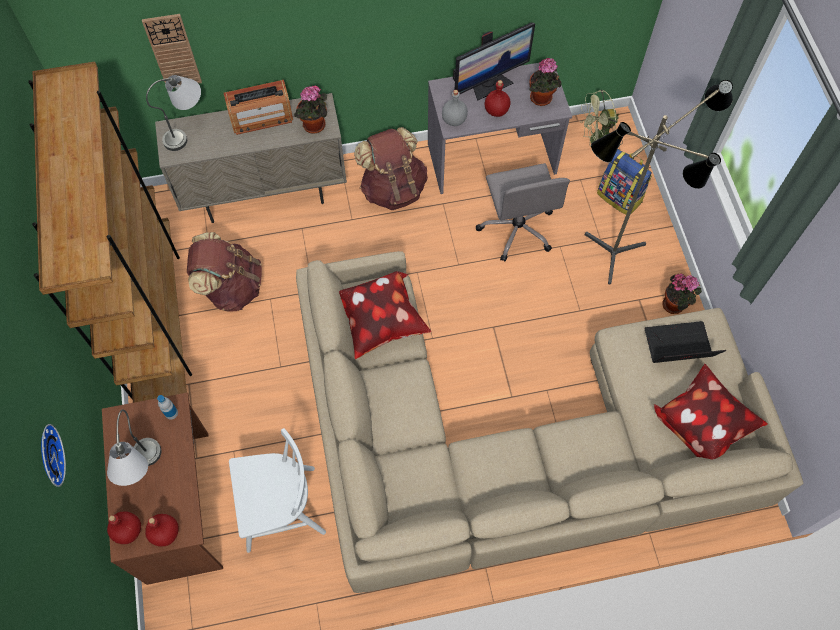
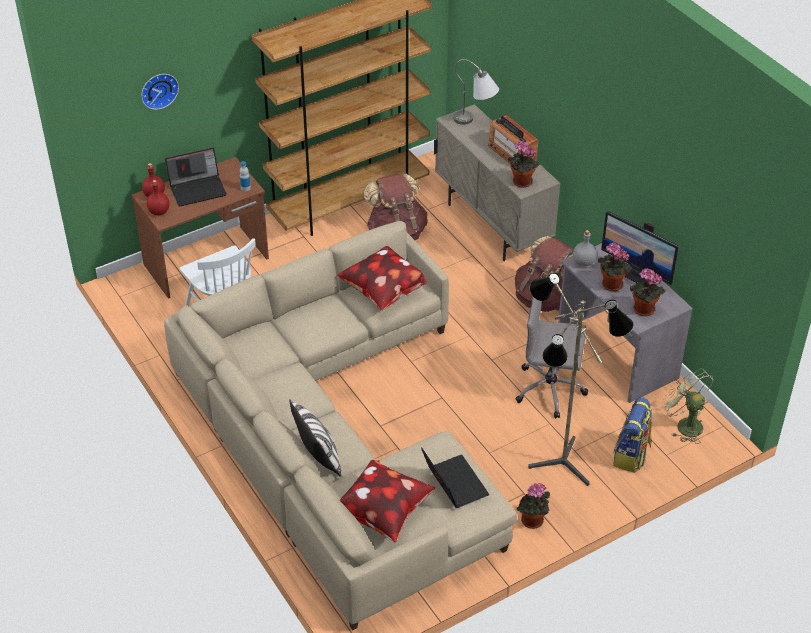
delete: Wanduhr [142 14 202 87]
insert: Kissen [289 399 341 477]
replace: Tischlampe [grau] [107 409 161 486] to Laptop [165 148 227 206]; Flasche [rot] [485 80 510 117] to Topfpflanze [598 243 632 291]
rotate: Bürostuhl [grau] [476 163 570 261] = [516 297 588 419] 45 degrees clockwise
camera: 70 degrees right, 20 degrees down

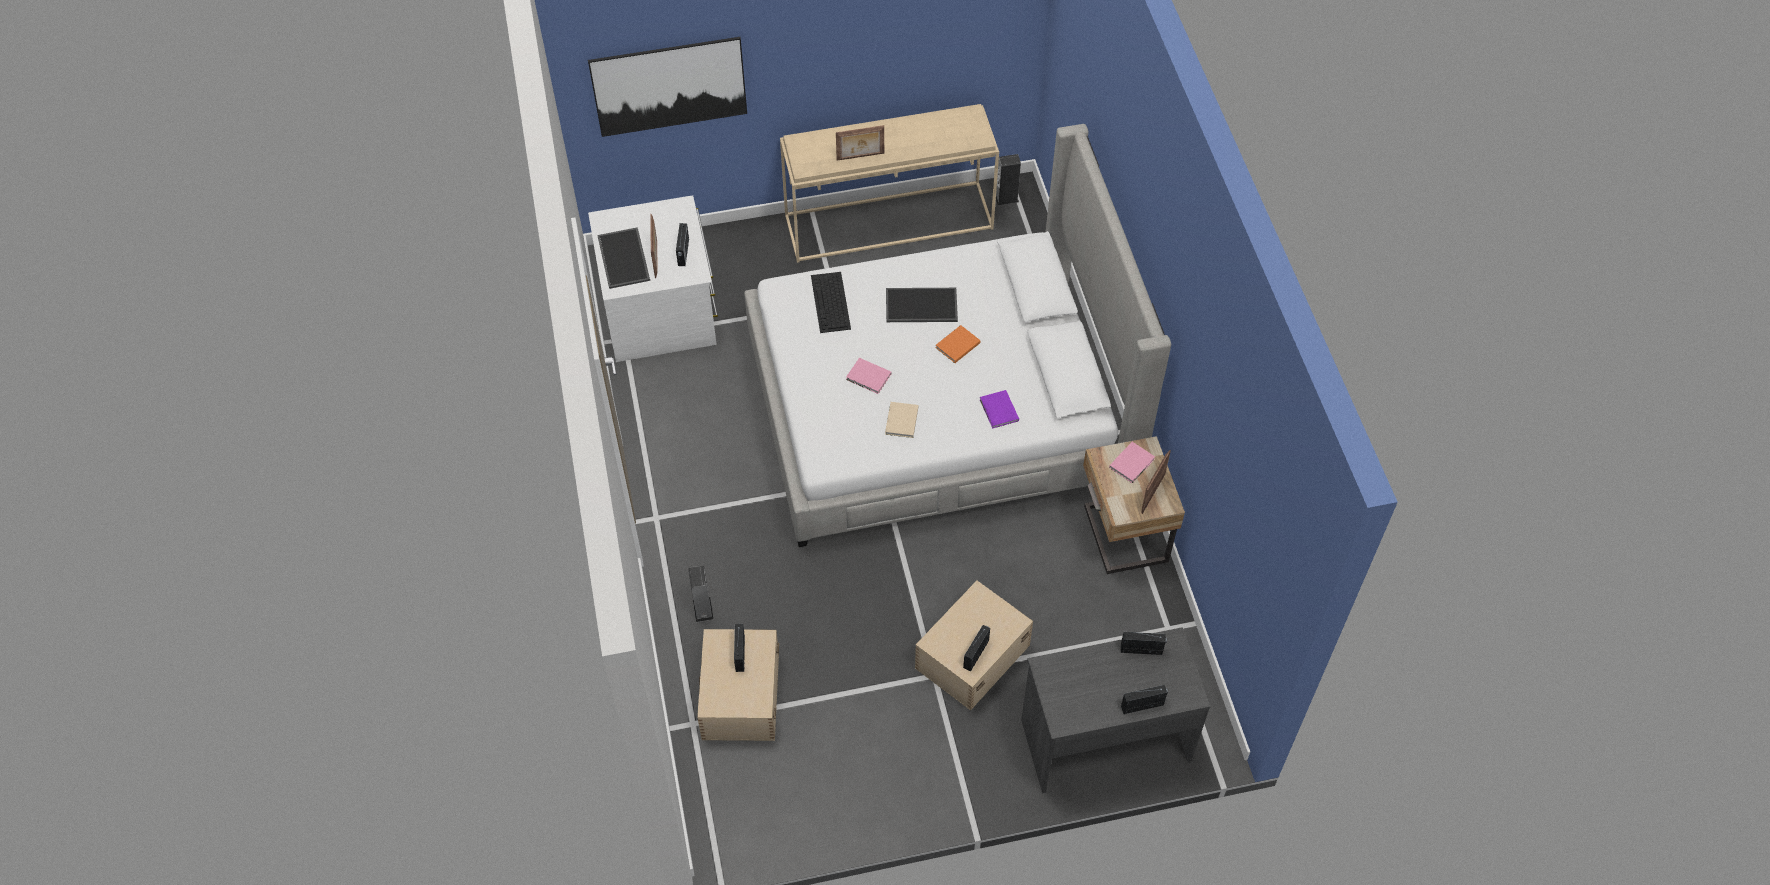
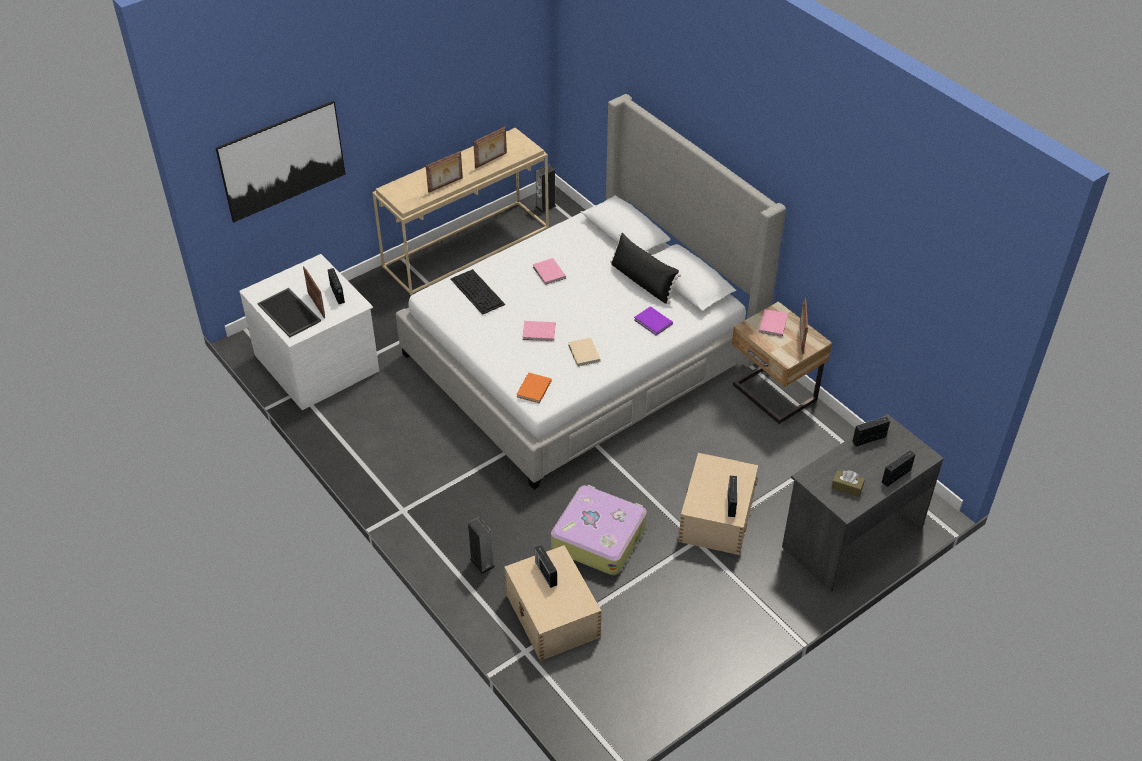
insert: Bilderrahmen [473 127 507 169]; Koffer [551 485 647 575]; Kissen [schwarz] [610 233 681 304]; Taschentuchbox [braun] [831 470 865 497]
move: Buch [orange] [935 325 980 363] to [516 372 551 403]
replace: Tablett [886 288 958 322] to Buch [rosa] [533 258 566 285]
camera: 25 degrees left, 10 degrees down

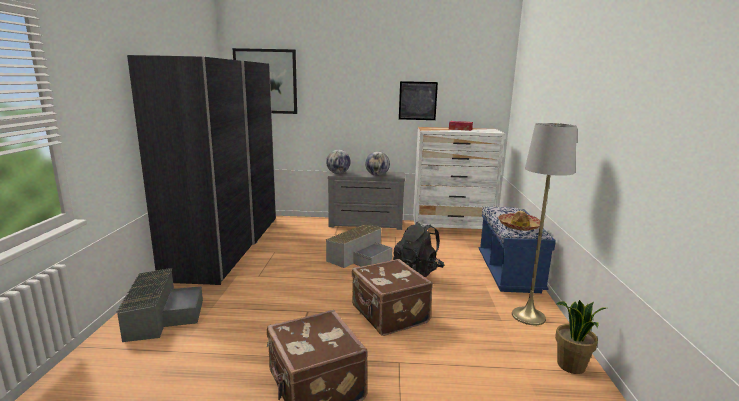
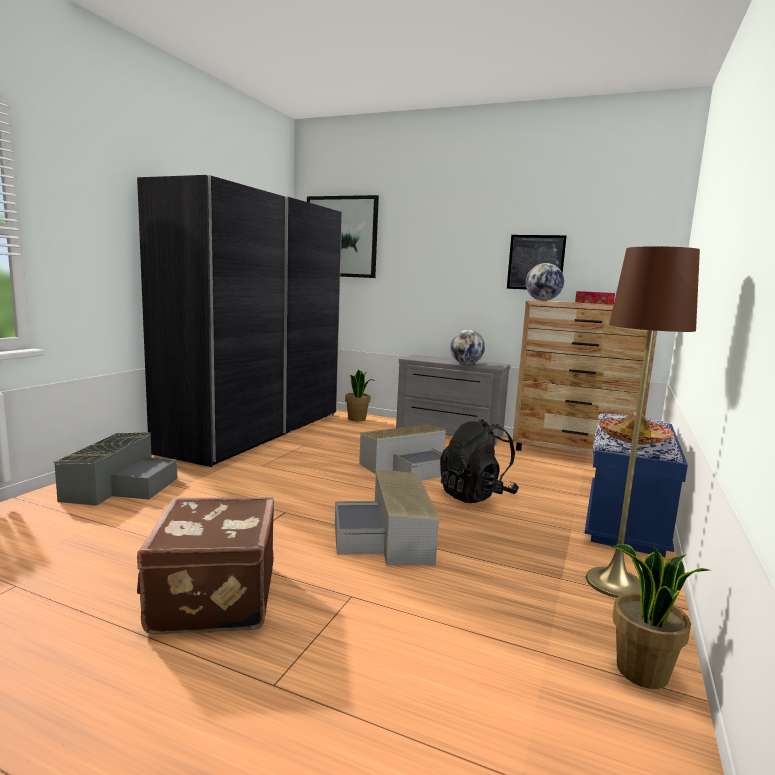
insert: Topfpflanze [345 370 375 421]
move: Globus [326 150 351 174] to [526 263 564 301]
replace: Koffer [braun] [352 259 433 336] to Aufbewahrungsbox [grau] [335 469 440 565]
recolor: Kommode [weiß] [413 127 505 229] to Kommode [braun] [513 300 657 454]; Stehlampe [grau] [512 123 577 325] to Stehlampe [braun] [586 246 700 598]
camera: 20 degrees right, 5 degrees down

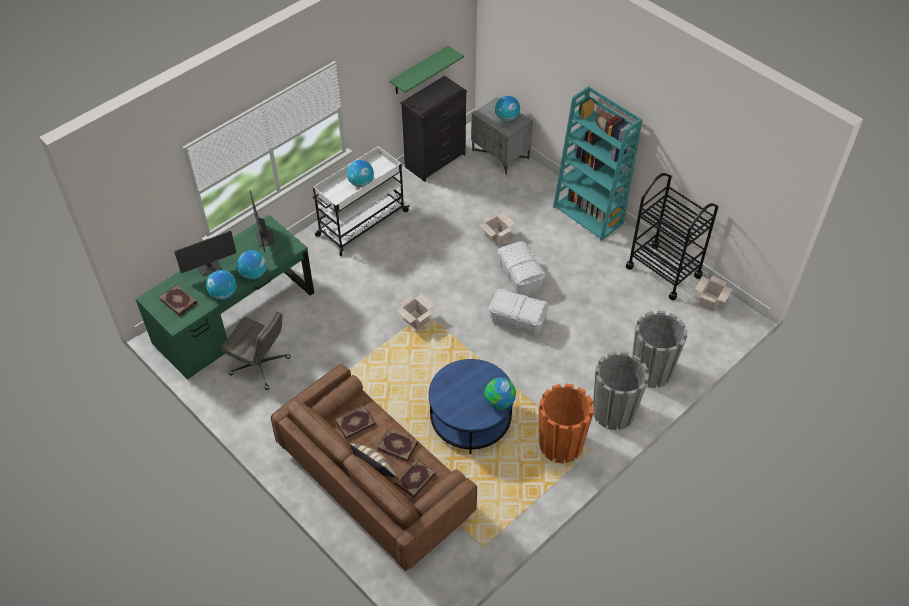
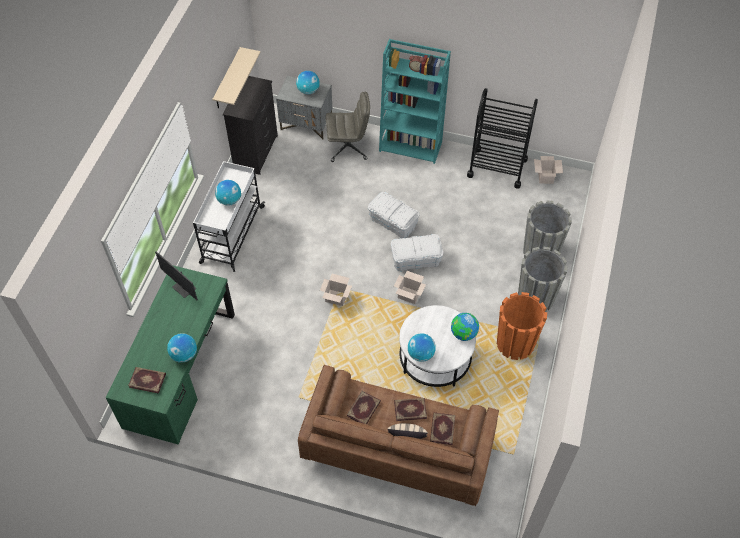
delete: Monitor [174 231 236 277]
move: Bürostuhl [grau] [221 311 291 390] to [325 92 370 162]; Globus [237 250 267 280] to [408 333 436 362]; Karton [479 212 515 246] to [394 271 426 304]
recolor: Wandregal [grün] [389 46 464 94] to Wandregal [beige] [212 47 261 108]; Couchtisch [blau] [429 359 513 454] to Couchtisch [weiß] [399 305 476 387]
camera: 30 degrees left, 5 degrees up

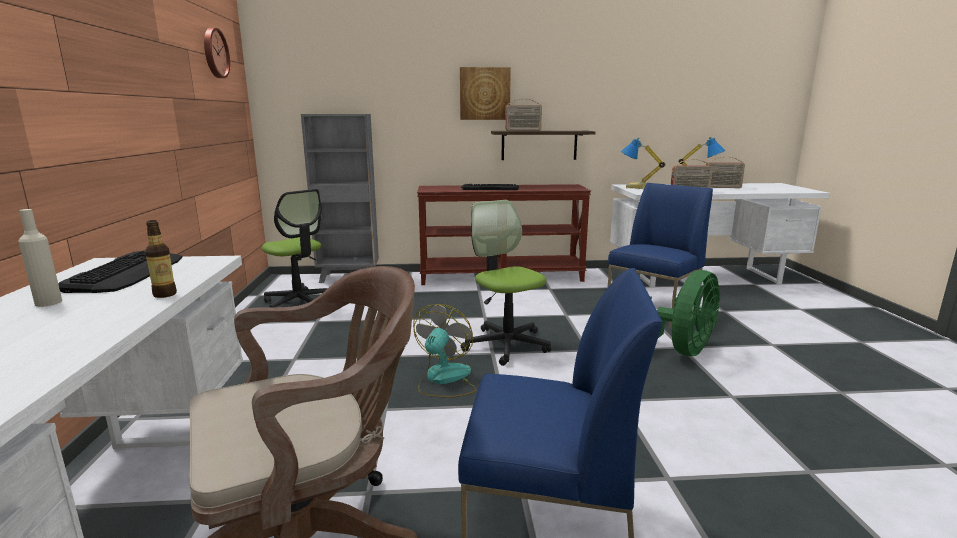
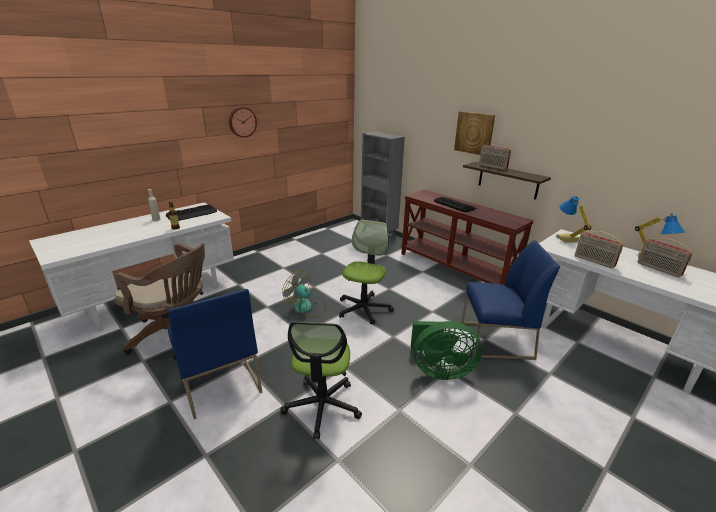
move: Wanduhr [204 28 230 78] to [229 107 257 138]; Bürostuhl [262 189 328 307] to [281 322 362 439]
rotate: Ventilator [413 304 477 397] = [282 271 327 318] 120 degrees counterclockwise
camera: 50 degrees right, 10 degrees up

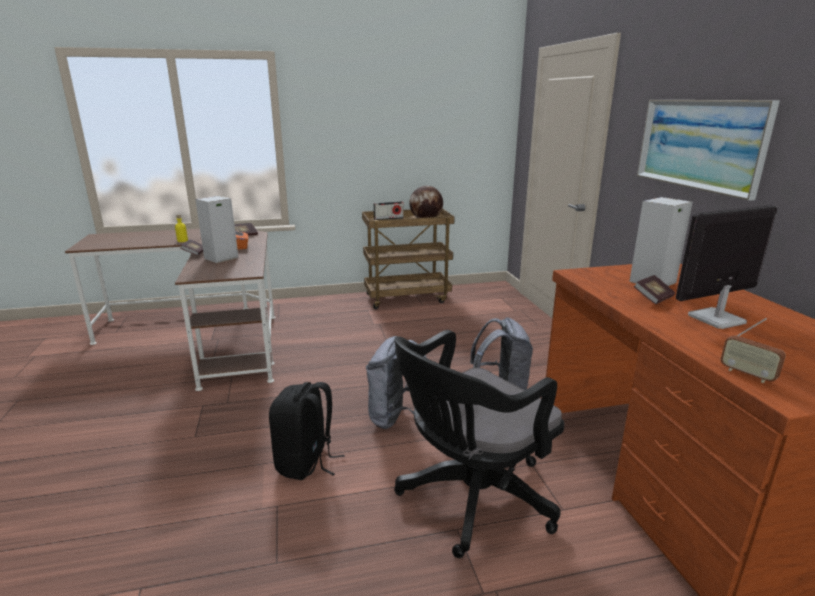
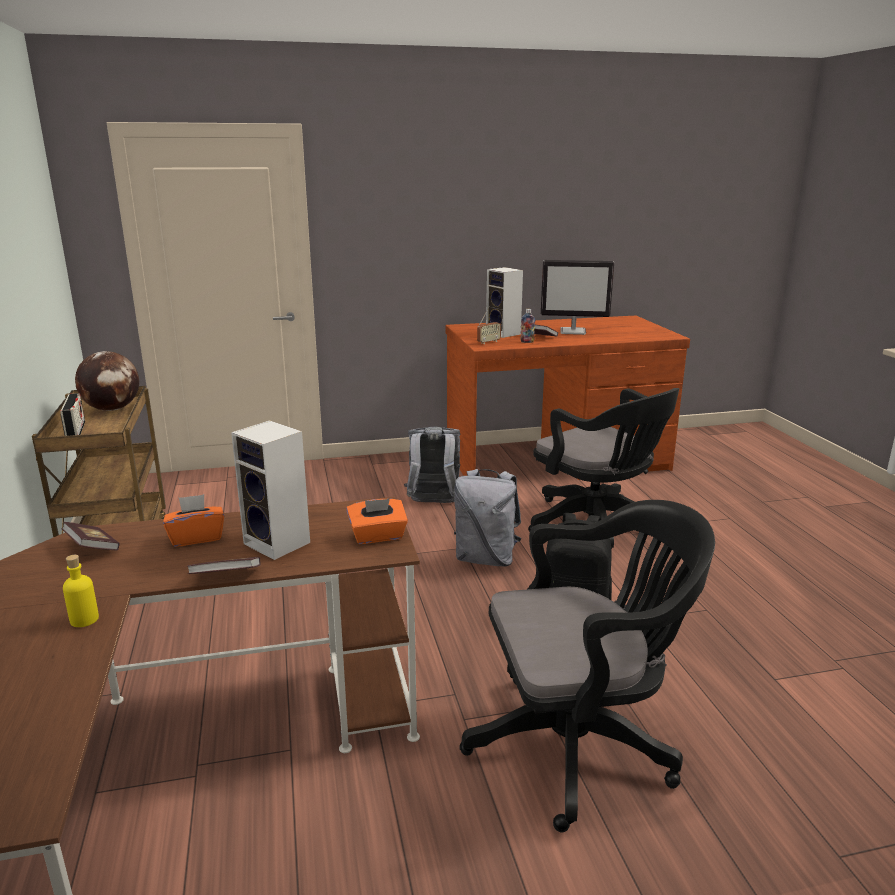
delete: Bild [637 100 780 201]
insert: Taschentuchbox [orange] [346 499 408 544]; Bürostuhl [schwarz] [460 500 715 832]; Flasche [520 309 535 343]
move: Radio [721 318 786 383] to [477 309 501 344]
rotate: Monitor [676 205 777 329] = [541 260 614 335] 60 degrees counterclockwise
camera: 90 degrees left, 0 degrees up

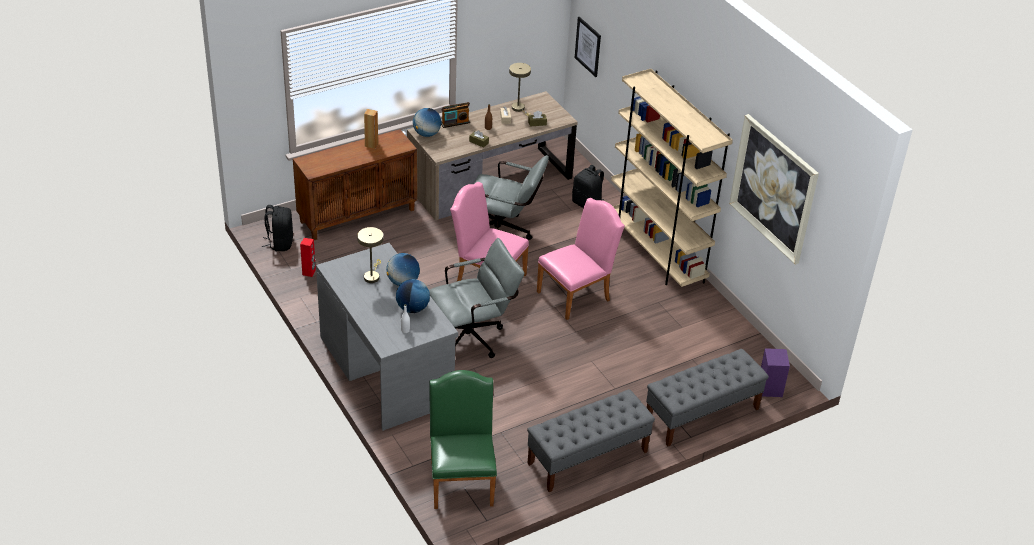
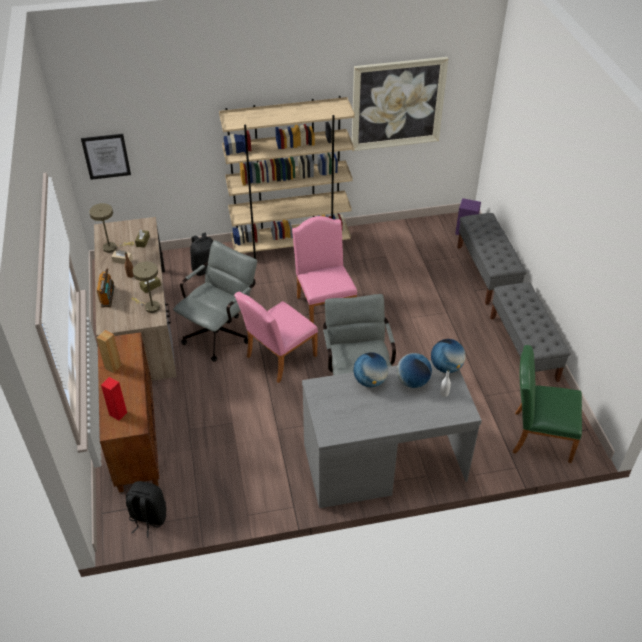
move: Lautsprecher [rot] [300 238 316 277] to [101 377 127 421]; Tischlampe [beige] [357 227 383 283] to [131 261 160 313]; Globus [413 108 442 137] to [431 339 465 373]
camera: 70 degrees left, 5 degrees up

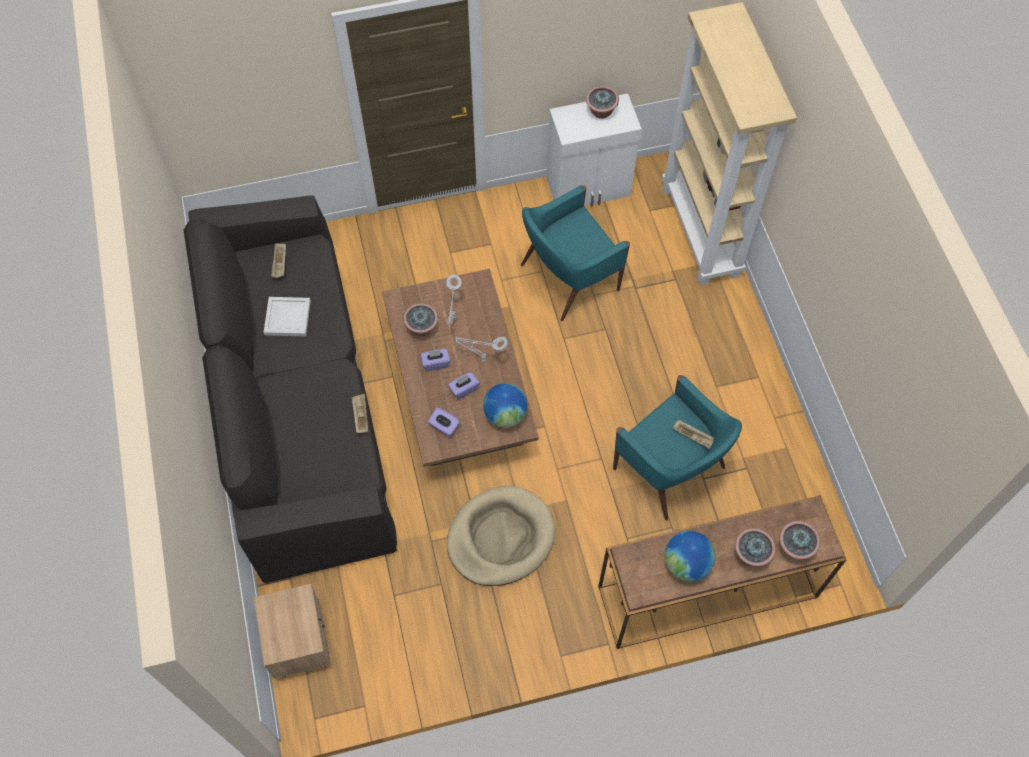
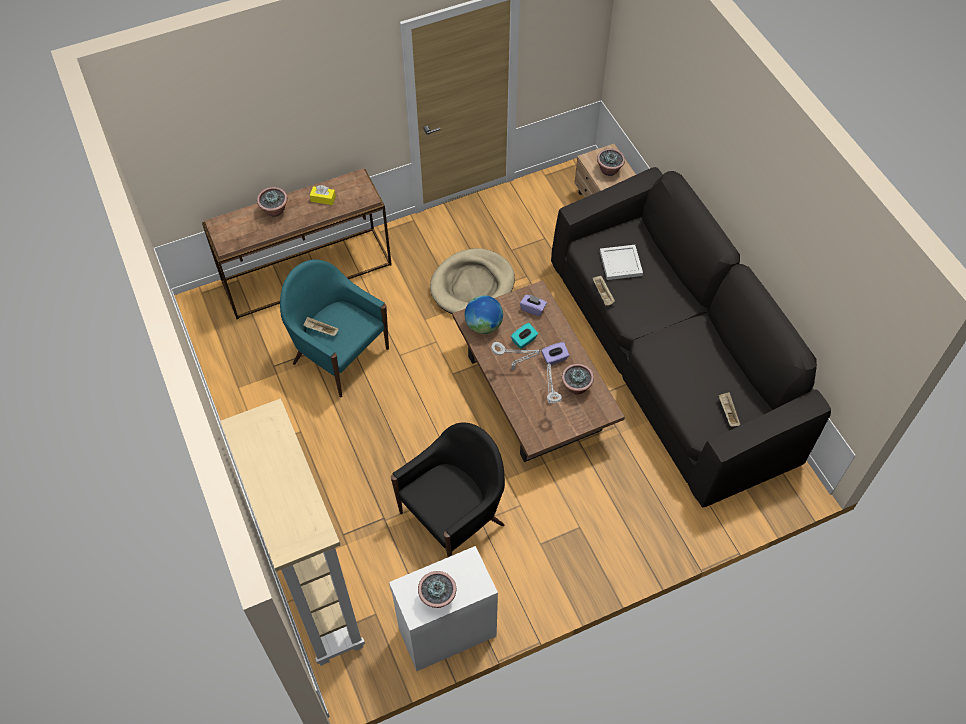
move: Tablett [weiß] [264 297 311 336] to [600 245 643 280]; Topfpflanze [779 521 820 560] to [597 149 625 176]
replace: Globus [664 531 715 582] to Taschentuchbox [gelb] [310 185 336 205]
recolor: Taschentuchbox [lila] [448 372 480 399] to Taschentuchbox [türkis] [511 323 538 349]; Sessel [türkis] [521 185 630 321] to Sessel [schwarz] [391 423 505 557]
camera: 170 degrees right, 5 degrees down

